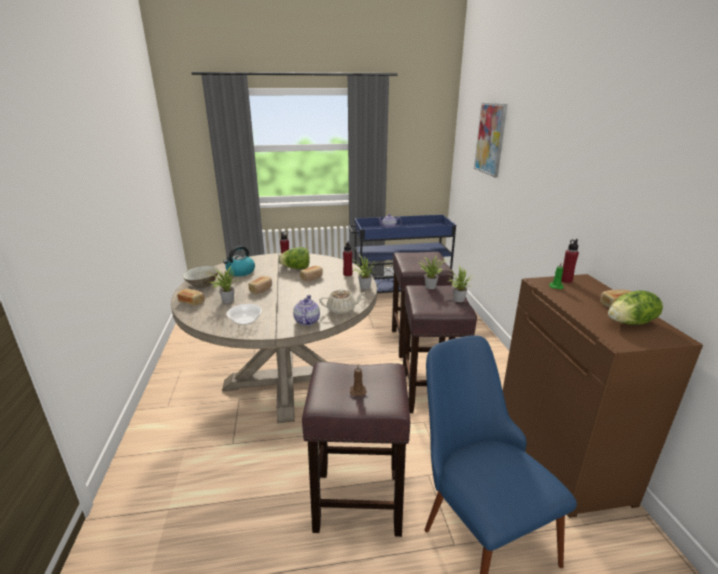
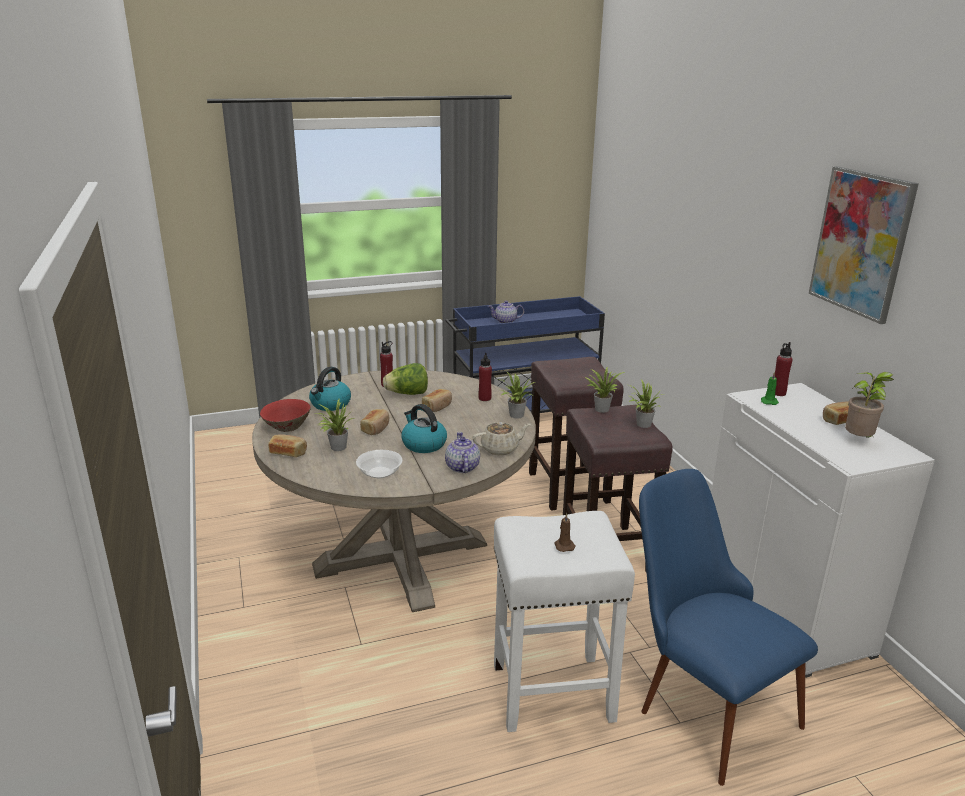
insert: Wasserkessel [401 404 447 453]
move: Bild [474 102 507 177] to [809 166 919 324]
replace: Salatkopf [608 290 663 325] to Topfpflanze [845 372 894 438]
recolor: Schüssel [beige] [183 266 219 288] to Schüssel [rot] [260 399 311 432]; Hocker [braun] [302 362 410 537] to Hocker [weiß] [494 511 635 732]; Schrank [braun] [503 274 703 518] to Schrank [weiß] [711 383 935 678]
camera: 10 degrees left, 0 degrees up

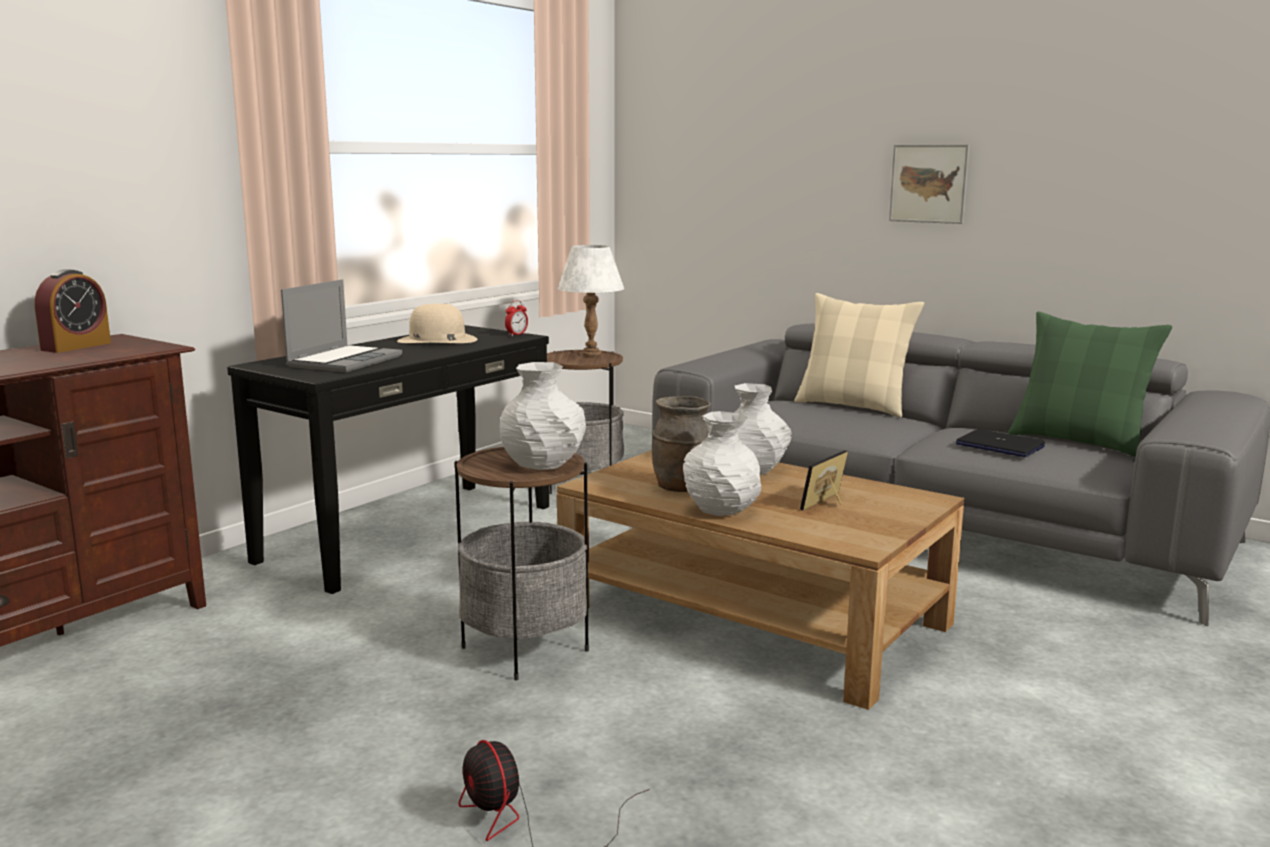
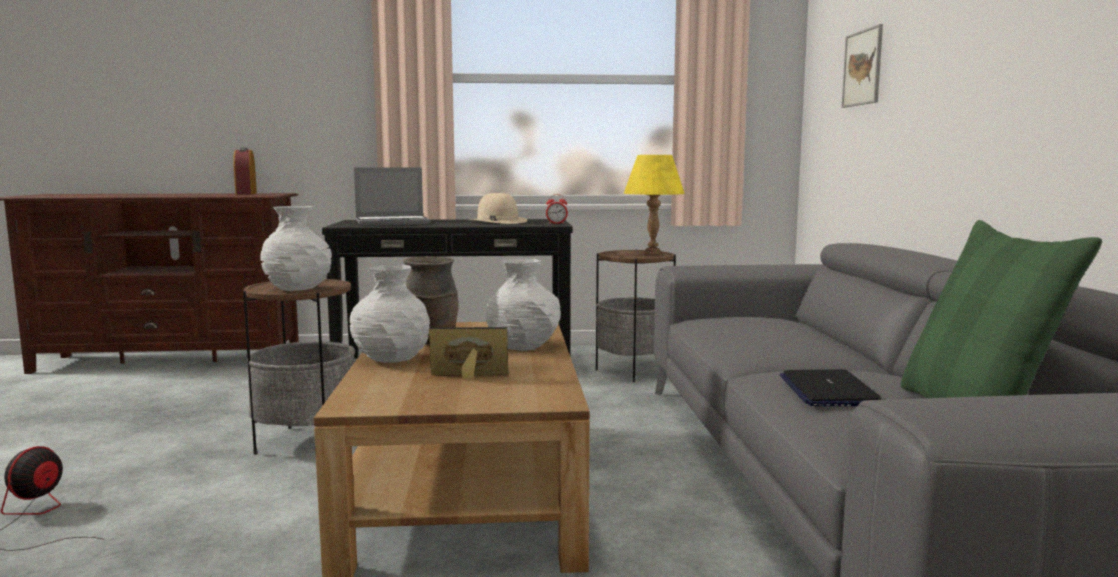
delete: Kissen [beige] [794 293 924 418]
move: Bild [889 144 970 224] to [842 24 883 108]
recolor: Tischlampe [weiß] [558 245 624 356] to Tischlampe [gelb] [624 155 685 254]
rotate: Wecker [34 269 111 353] = [233 147 257 195] 90 degrees clockwise
camera: 50 degrees right, 5 degrees down

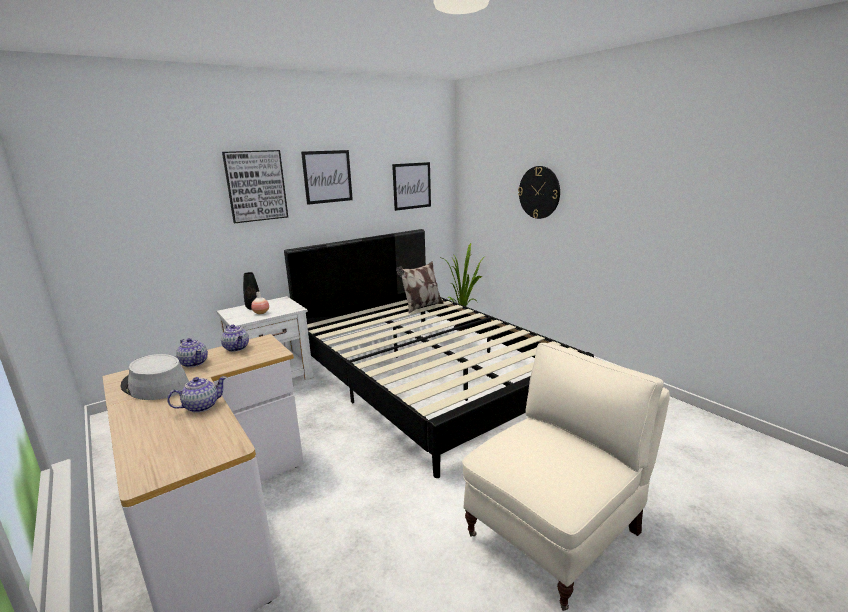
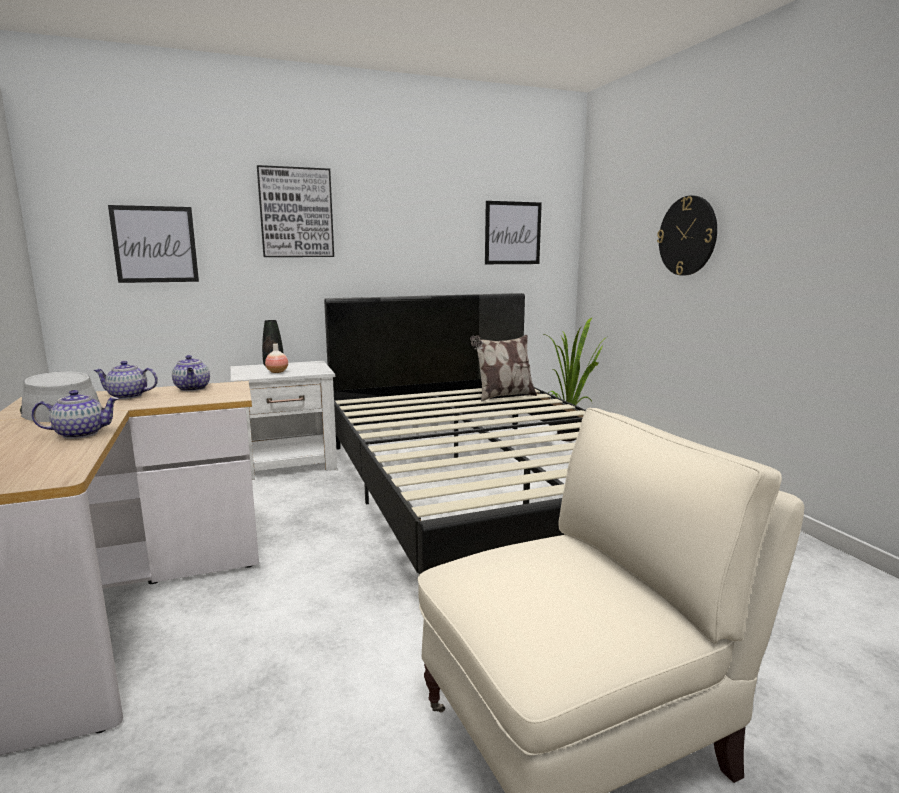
move: Bild [301 150 353 205] to [108 205 199 283]
rotate: Teekanne [176 338 208 368] = [93 361 158 399] 120 degrees clockwise
camera: 15 degrees right, 5 degrees down

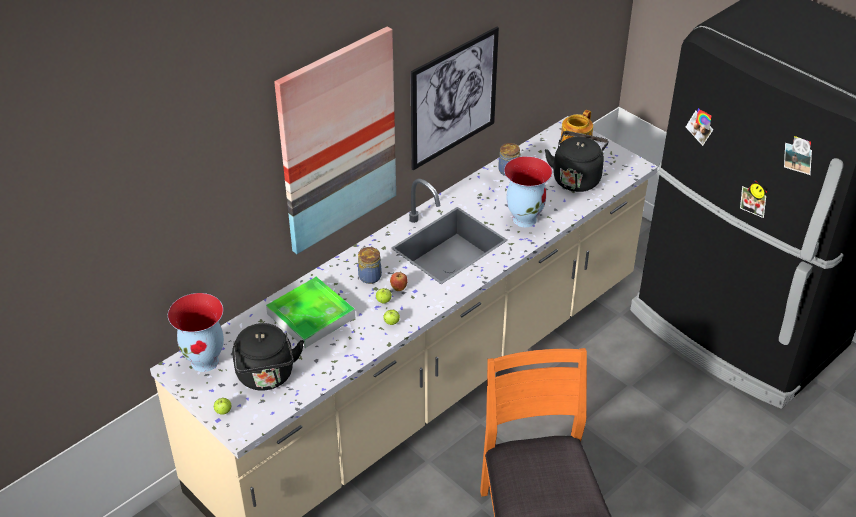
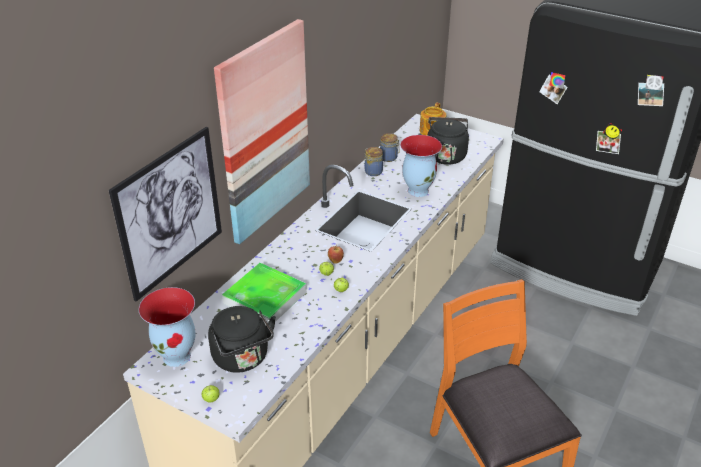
move: Vorratsglas [358 247 382 284] to [364 147 383 176]; Bild [410 27 499 170] to [109 127 222 302]
camera: 15 degrees left, 5 degrees down

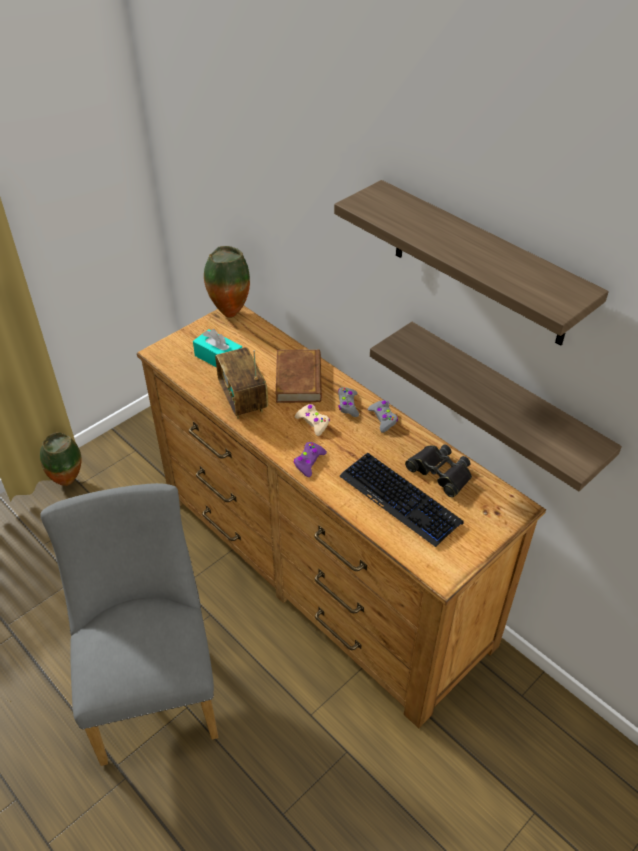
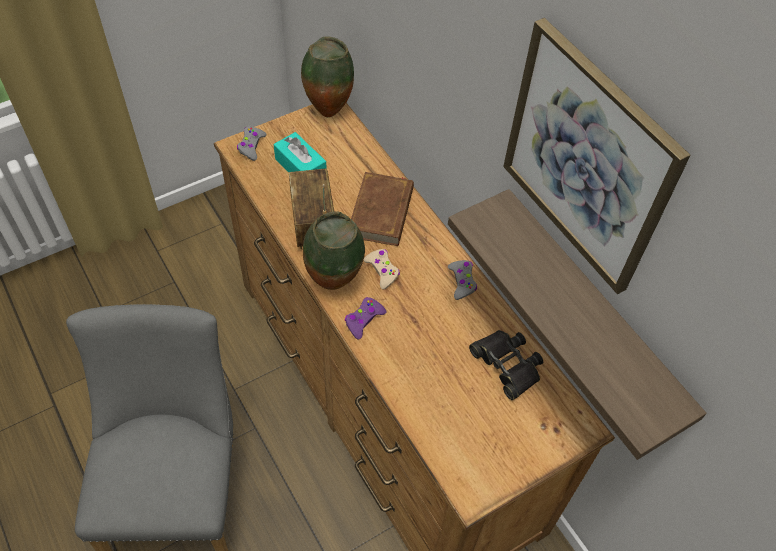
delete: Tastatur [339 453 464 547]
move: Vase [40 432 82 486] to [303 211 365 290]; Gamepad [grau] [338 387 359 417] to [237 126 266 161]
replace: Wandregal [334 180 609 346] to Bild [503 18 691 294]
camera: 10 degrees right, 10 degrees up

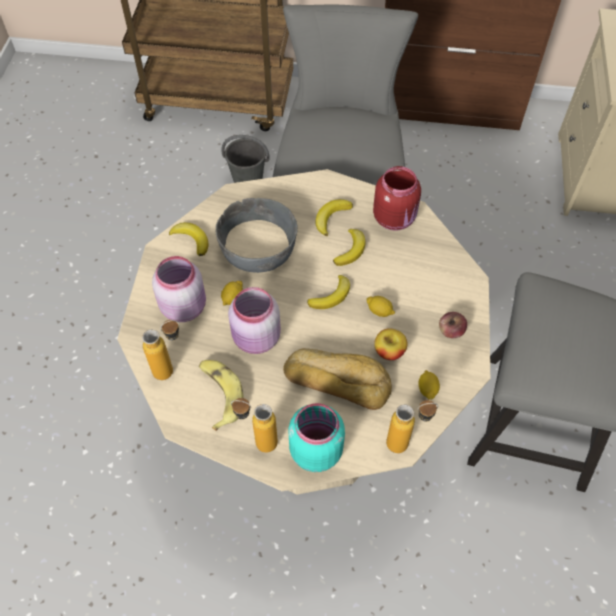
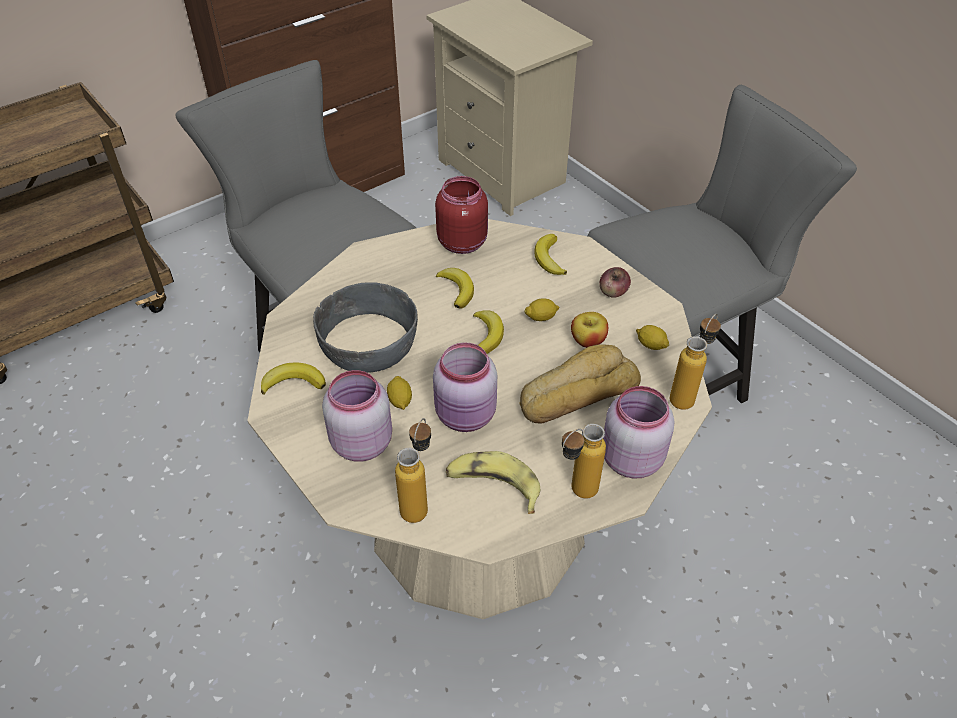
delete: Eimer [grau] [222 135 270 183]
move: Banane [315 199 353 236] to [534 234 567 275]
recolor: Vorratsglas [türkis] [288 403 345 472] to Vorratsglas [rosa] [603 386 674 478]
camera: 45 degrees left, 10 degrees down

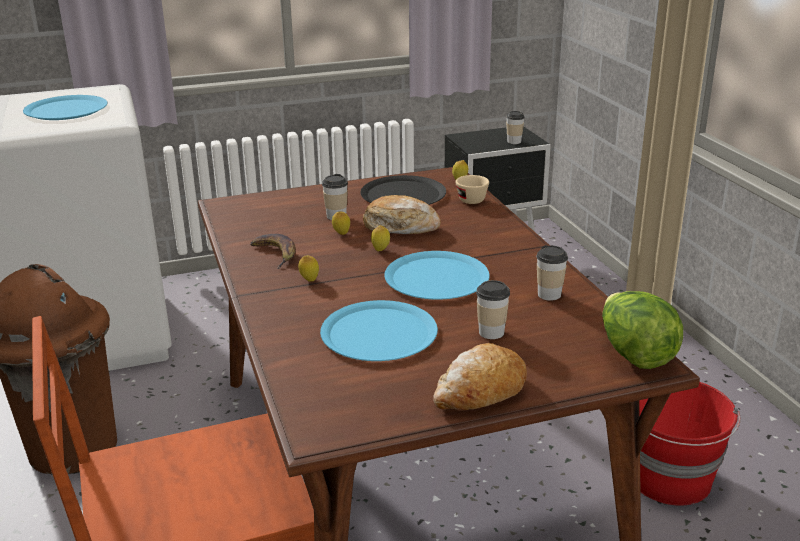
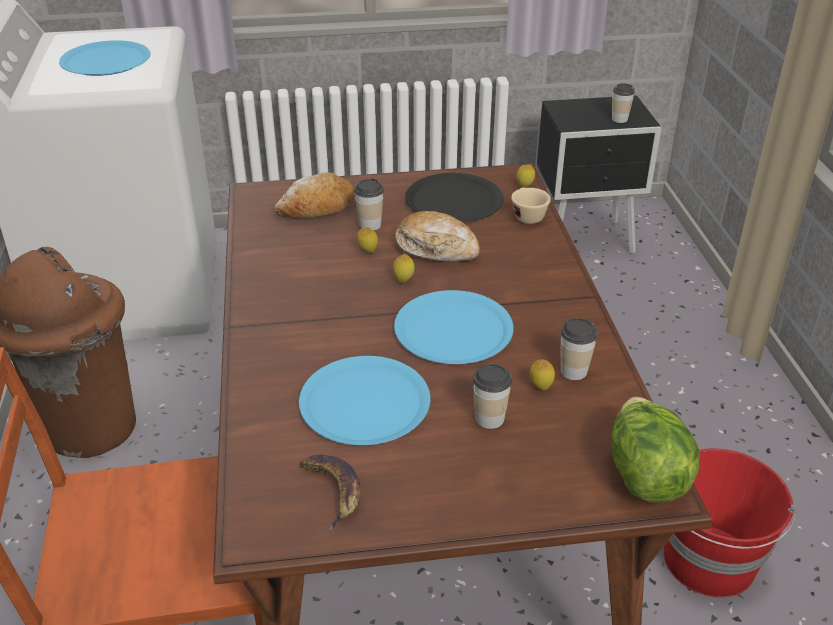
move: Banane [250 234 296 269] to [300 454 361 532]; Zitrone [298 256 319 282] to [530 359 555 390]; Brot [433 343 527 410] to [274 172 355 219]
camera: 10 degrees right, 10 degrees up

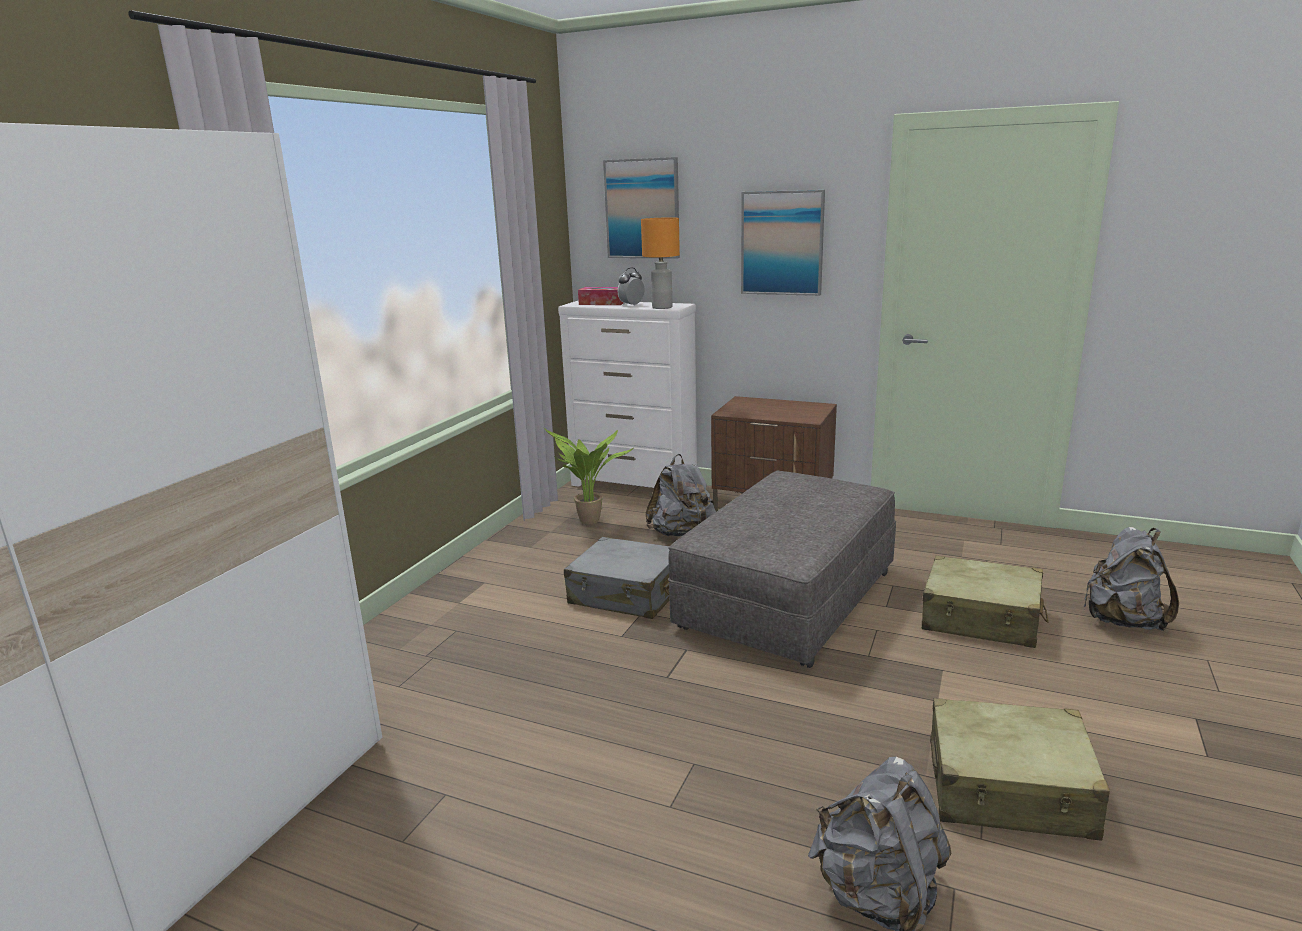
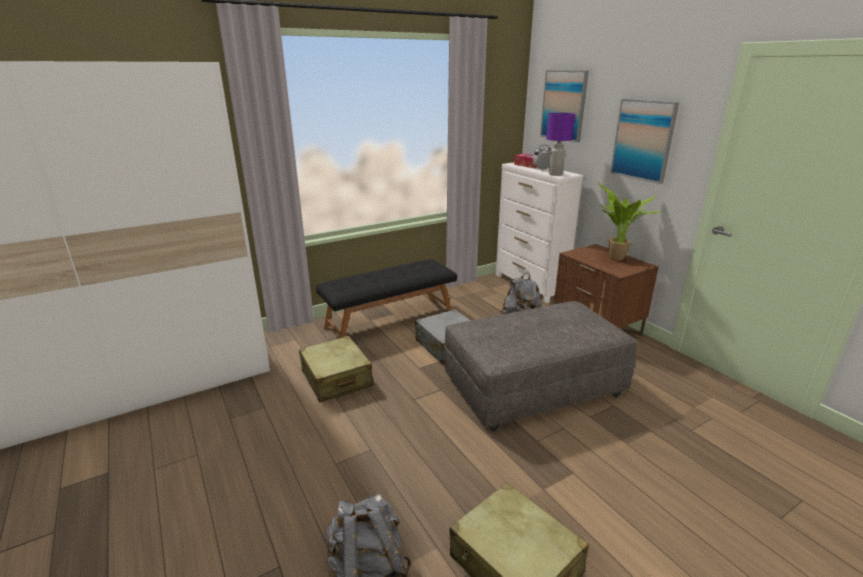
delete: Rucksack [grau] [1083 527 1179 631]
insert: Bank [schwarz] [316 259 457 338]
move: Topfpflanze [543 427 633 525] to [598 182 663 261]; Koffer [beige] [922 556 1049 648] to [299 336 374 402]
recolor: Tischlampe [orange] [641 217 680 309] to Tischlampe [lila] [546 113 575 176]
camera: 35 degrees right, 5 degrees up

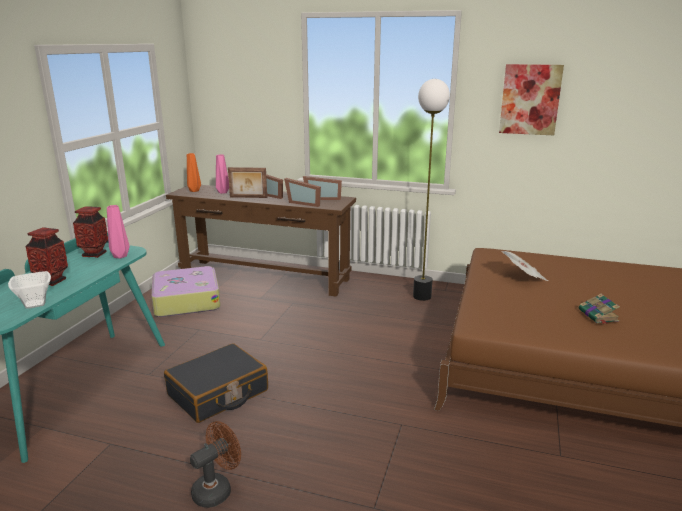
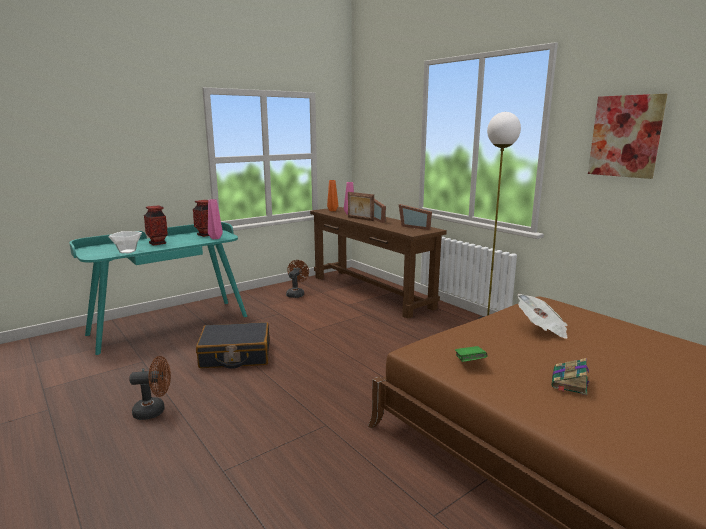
delete: Bilderrahmen [284 178 321 207]
insert: Buch [grün] [455 346 488 362]
replace: Koffer [151 266 220 317] to Ventilator [braun] [286 260 309 298]
camera: 35 degrees right, 5 degrees down

